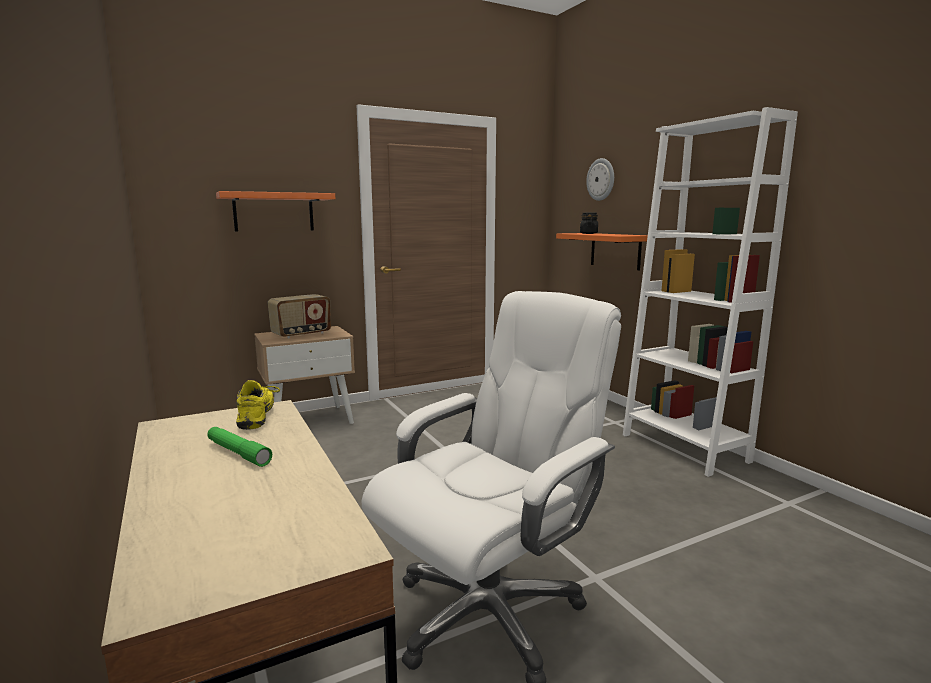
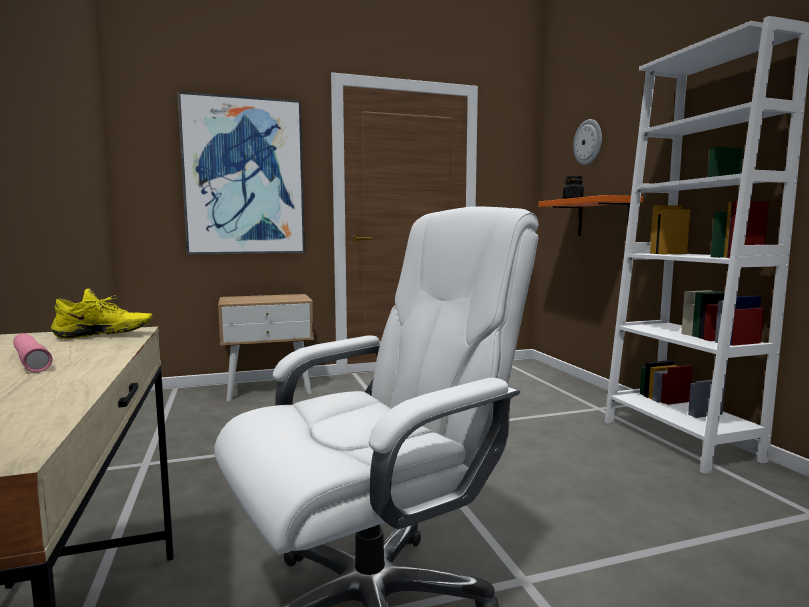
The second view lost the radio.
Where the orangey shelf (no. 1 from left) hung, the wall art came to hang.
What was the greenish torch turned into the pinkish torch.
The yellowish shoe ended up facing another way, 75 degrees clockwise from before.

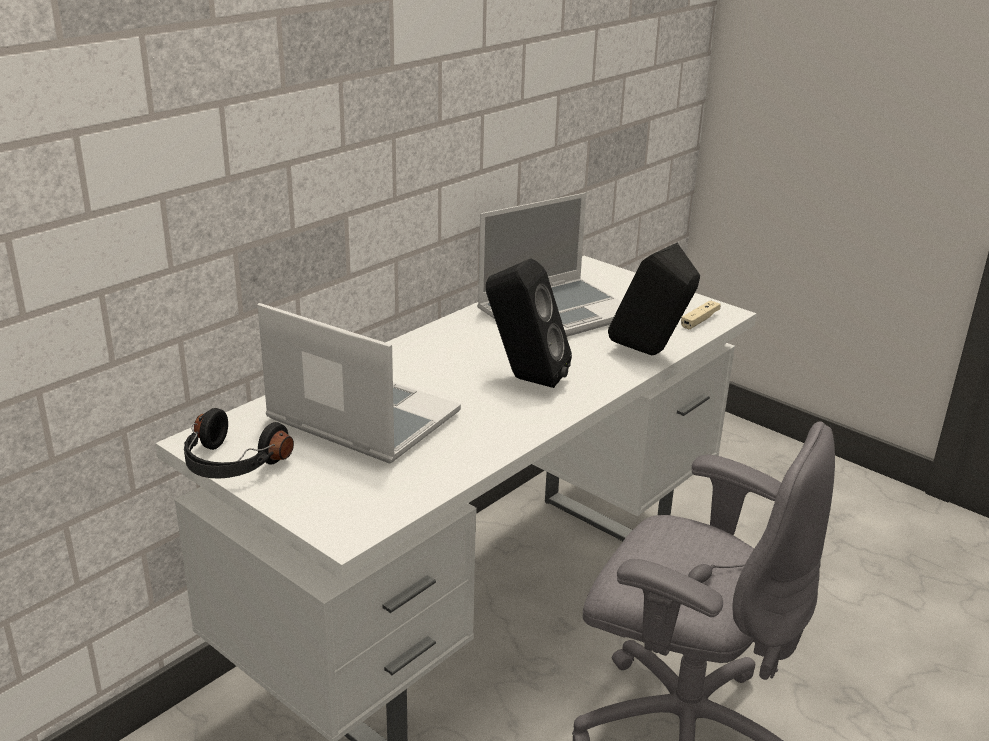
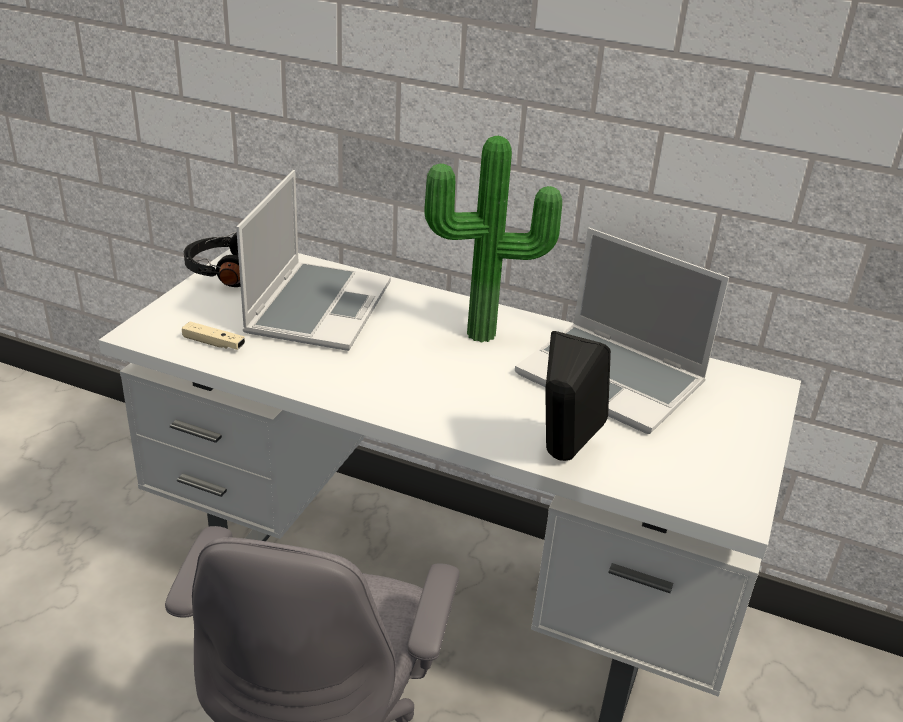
The second view lost the black audio speaker (no. 1 from left).
The second view gained the potted plant.
The sand-coloured gamepad ended up elsewhere.

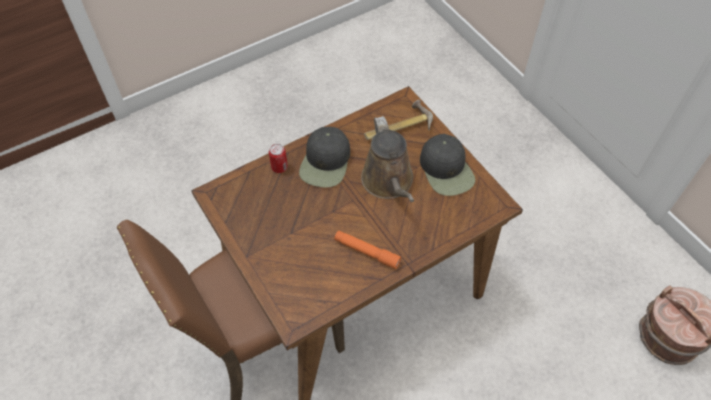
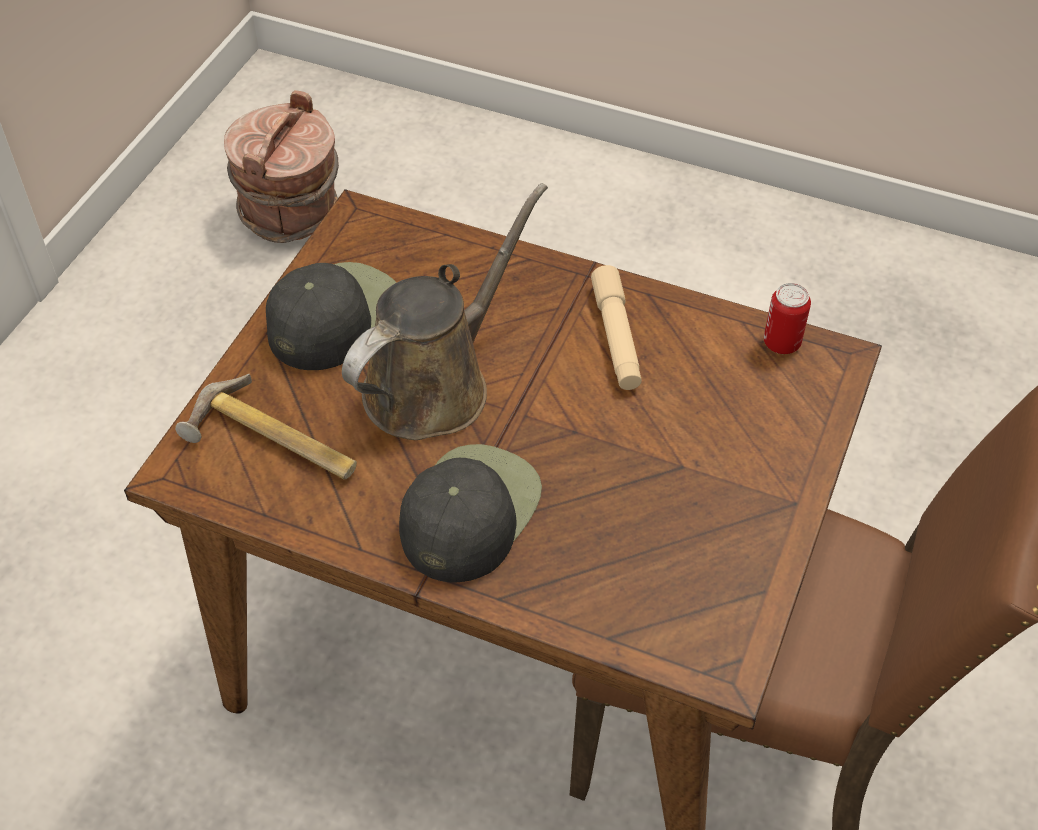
The metal can ended up elsewhere.
What was the orangey torch turned into the sand-coloured torch.
The black baseball cap (no. 1 from left in the first image) ended up facing another way, 45 degrees counterclockwise from before.

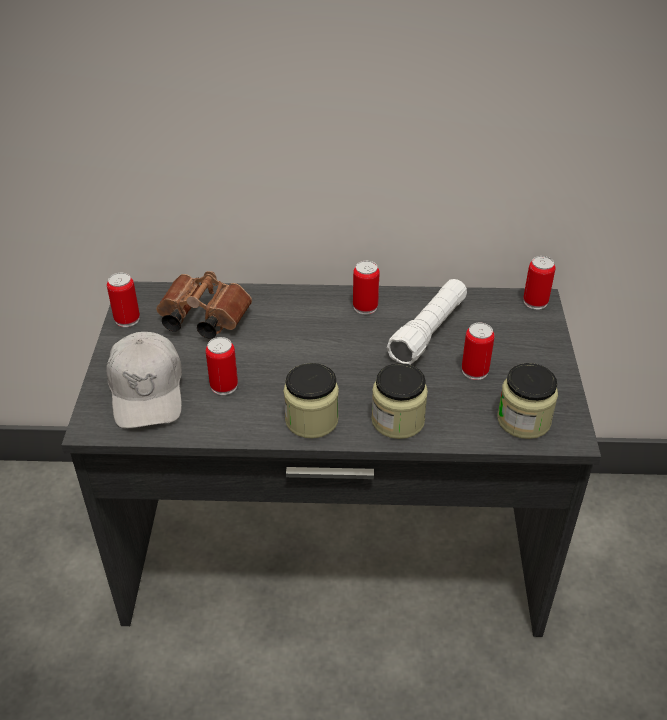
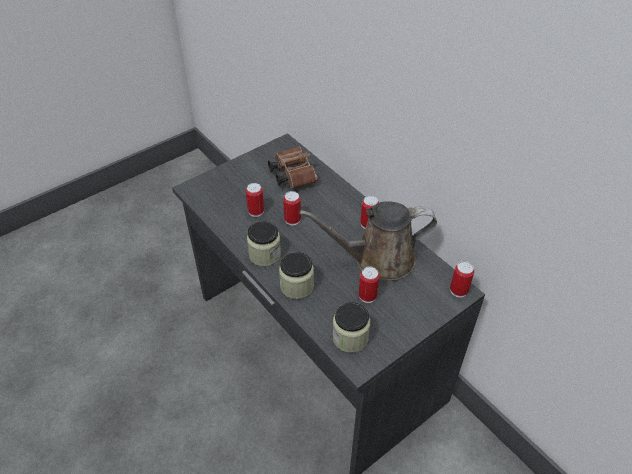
The second view lost the white baseball cap.
The metal can (no. 1 from left in the first image) ended up elsewhere.
Where the white torch stood, the brownish watering can came to stand.

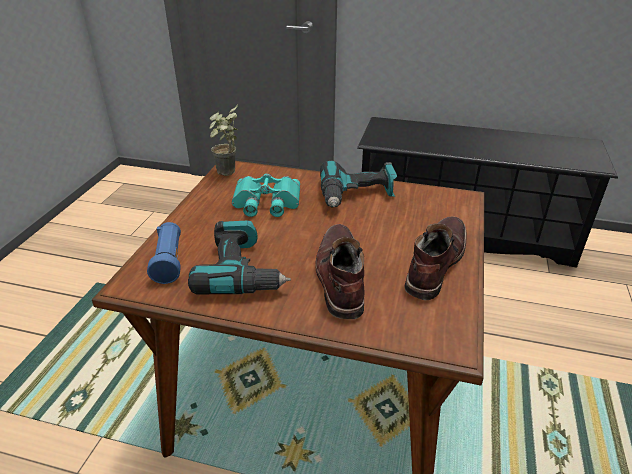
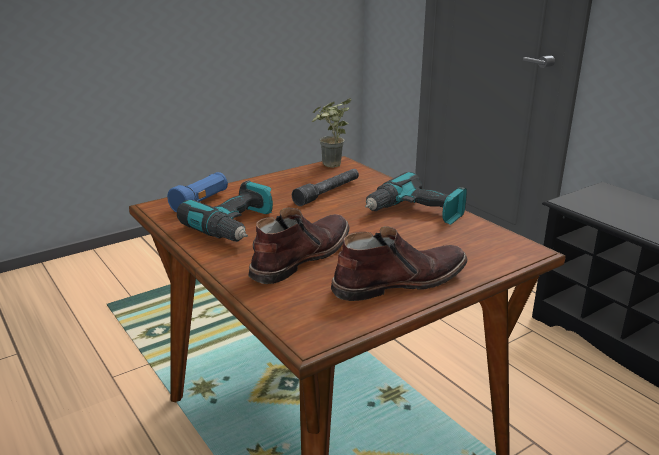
Where the blue-green field glasses stood, the grey torch came to stand.

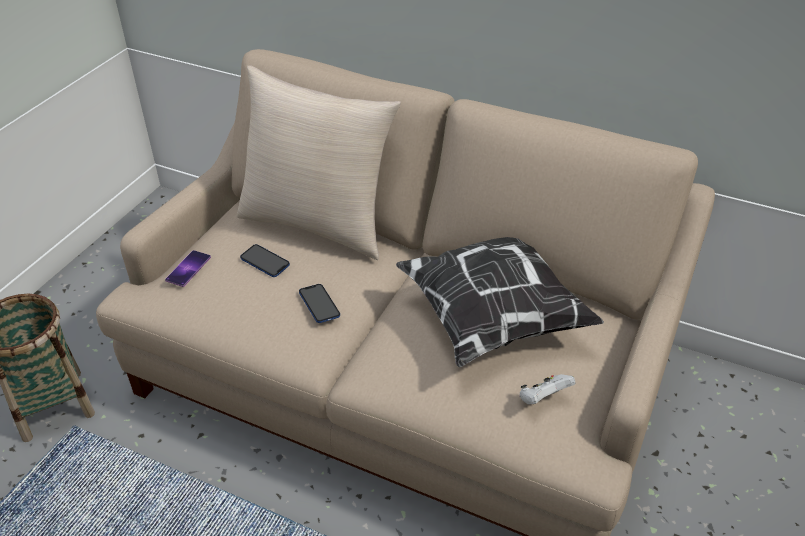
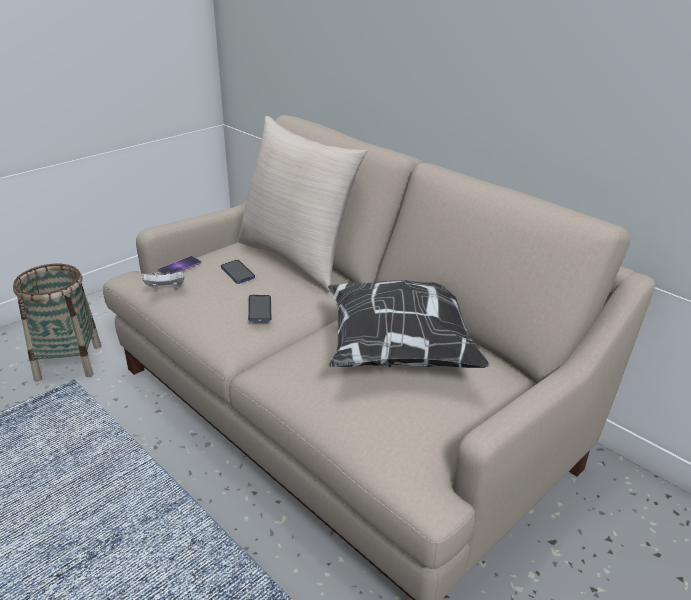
The white gamepad ended up elsewhere.

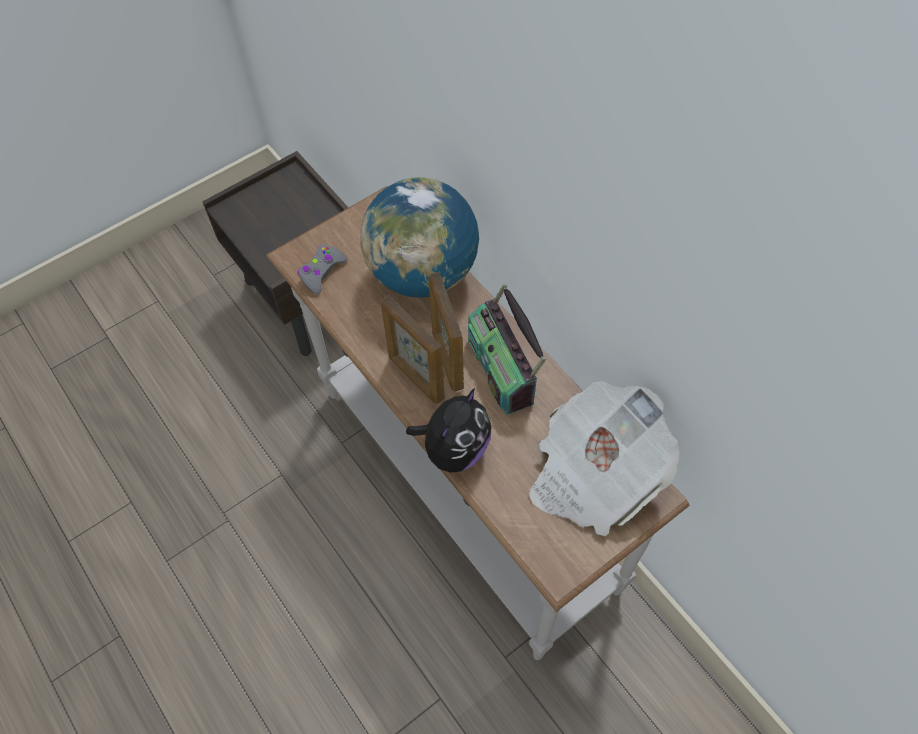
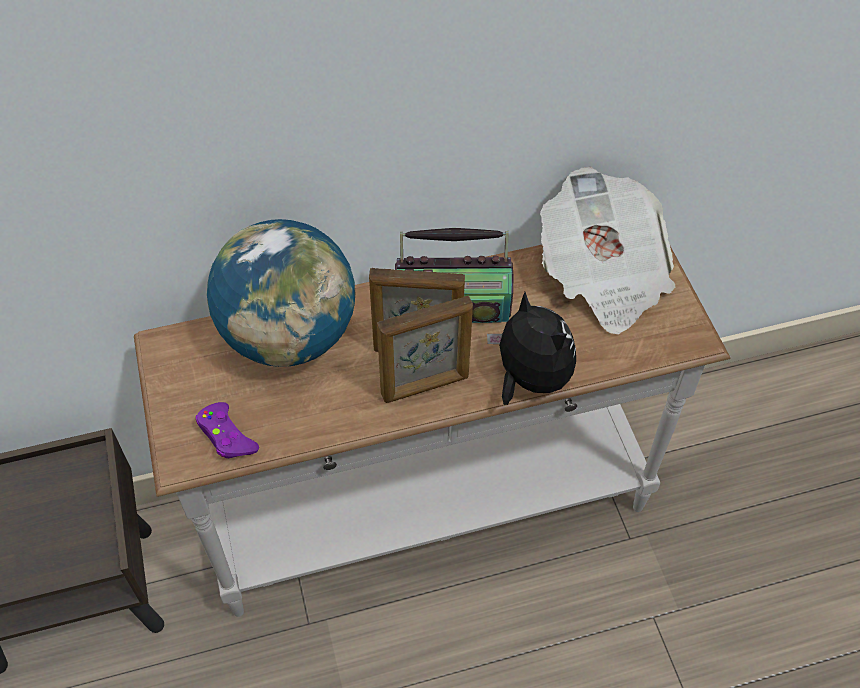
What was the grey gamepad turned into the purplish gamepad.

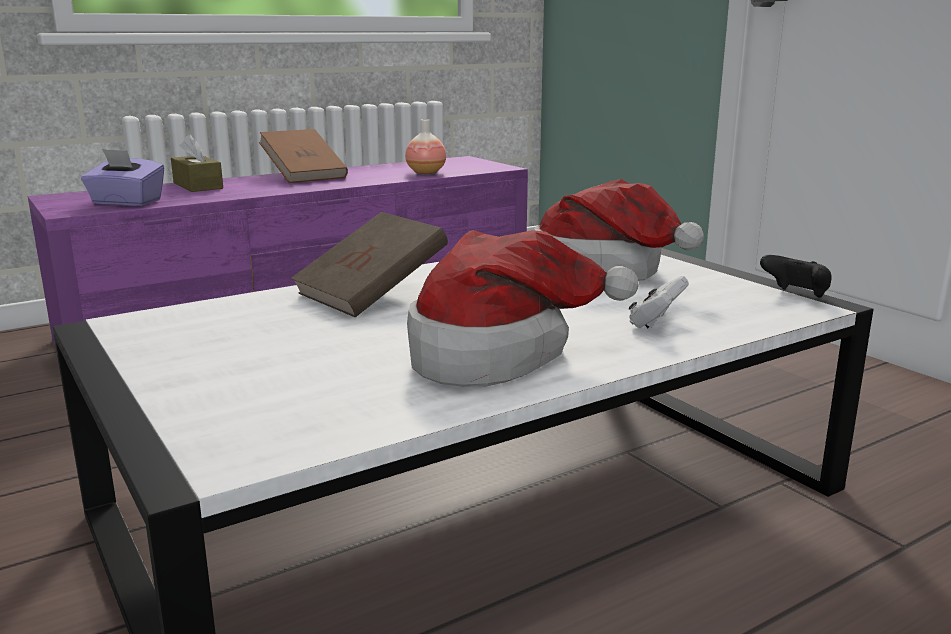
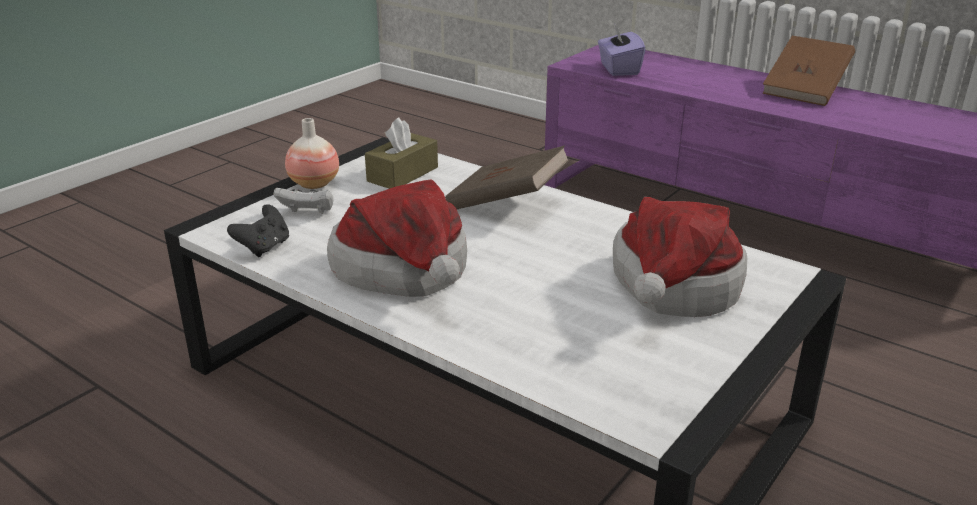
The brownish box of tissues ended up elsewhere.
The decorative vase ended up elsewhere.
The white gamepad ended up elsewhere.
The black gamepad ended up elsewhere.

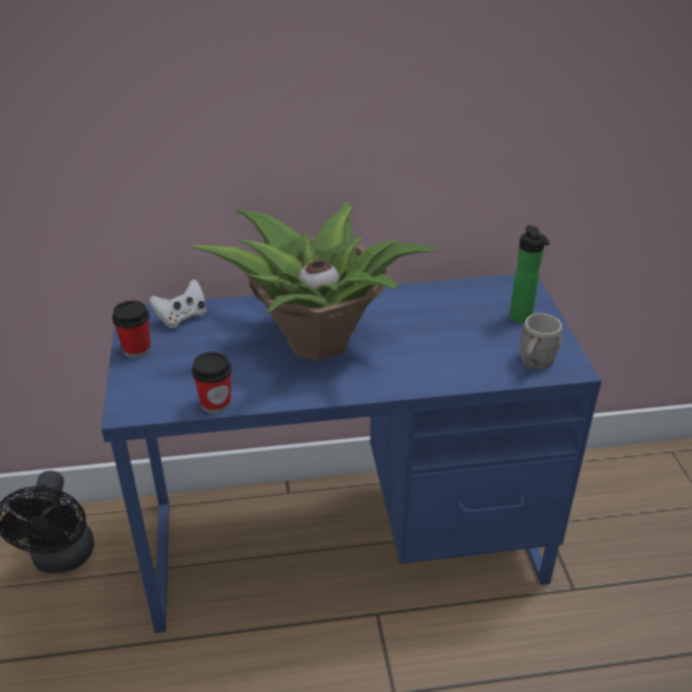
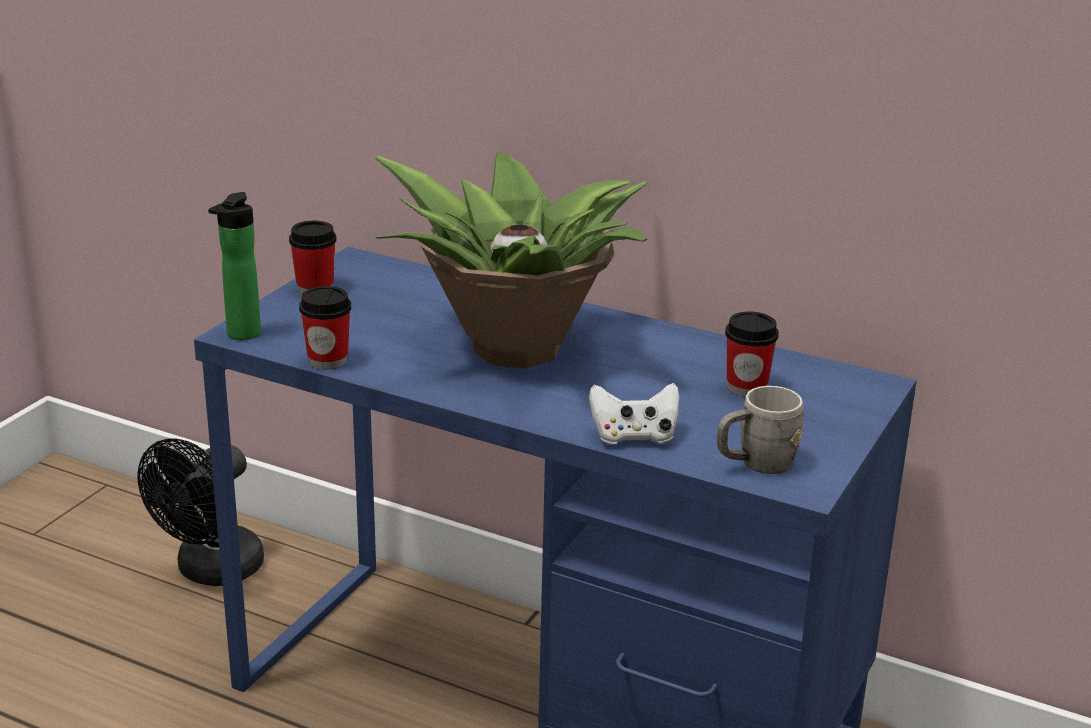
The second view gained the drinking cup (no. 3 from left).
The white gamepad ended up elsewhere.
The beverage bottle ended up elsewhere.

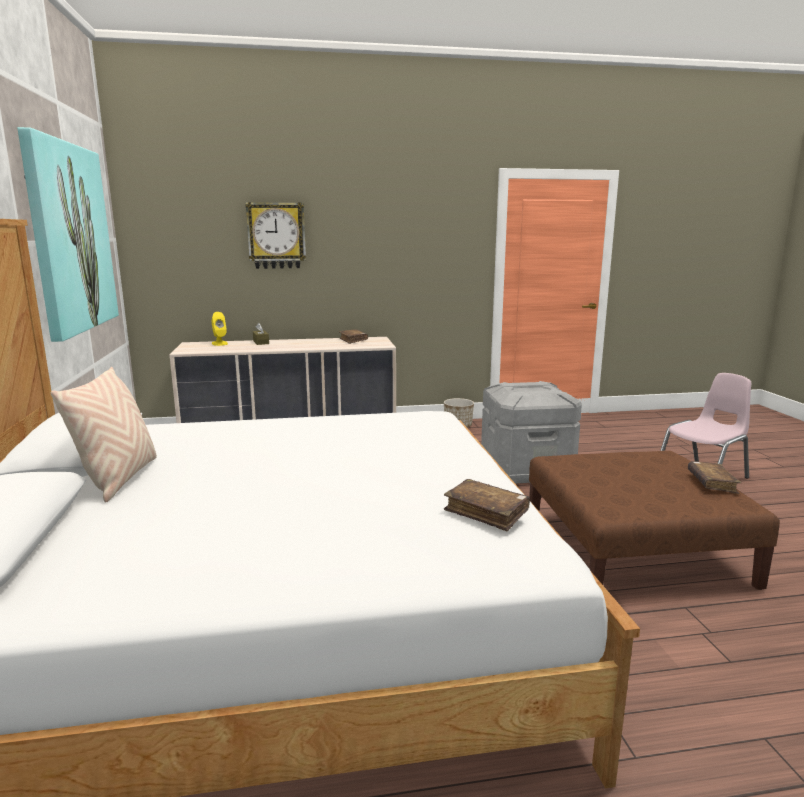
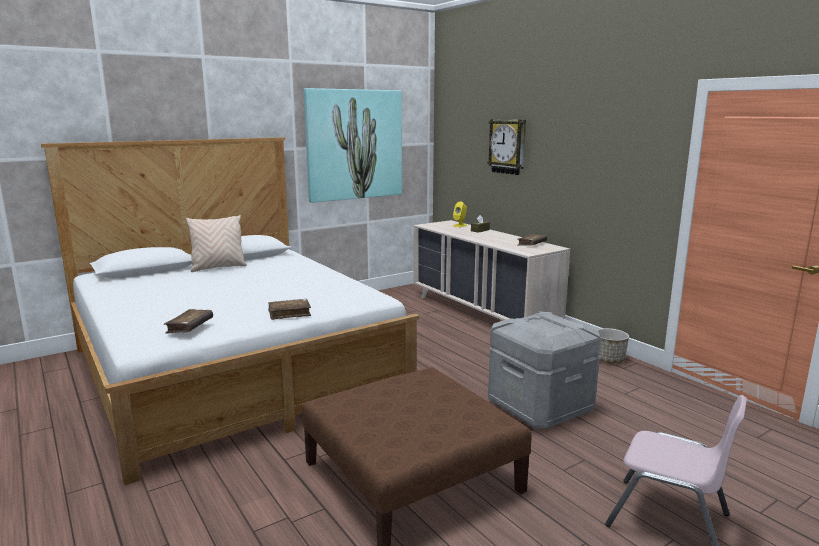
The brownish bound book (no. 3 from left in the first image) ended up elsewhere.

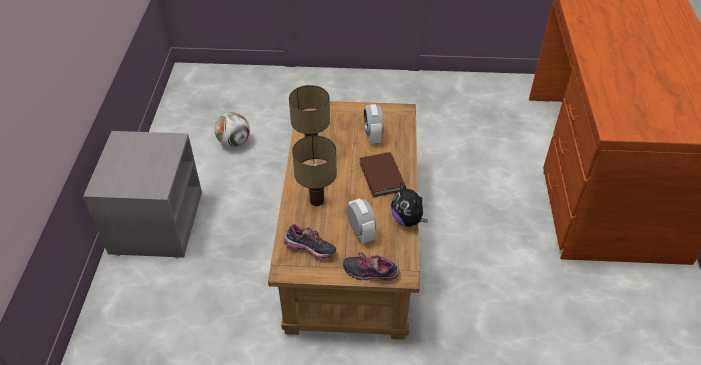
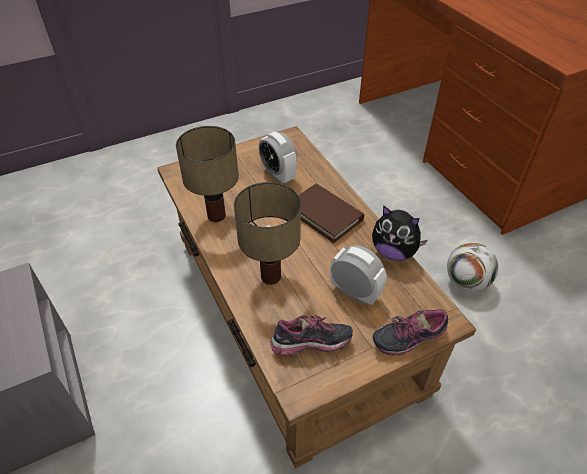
The football ended up elsewhere.

